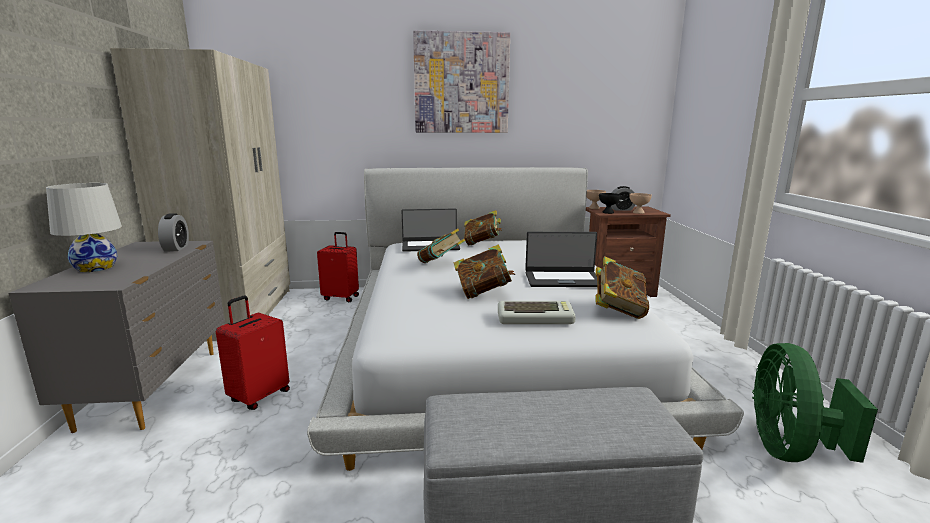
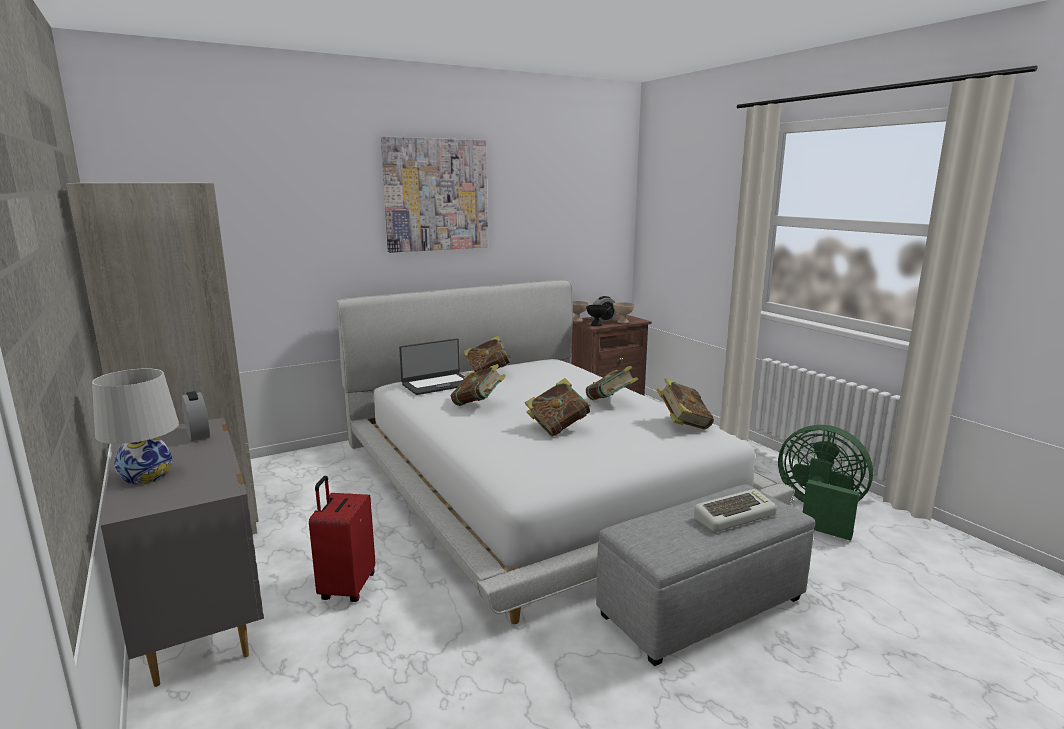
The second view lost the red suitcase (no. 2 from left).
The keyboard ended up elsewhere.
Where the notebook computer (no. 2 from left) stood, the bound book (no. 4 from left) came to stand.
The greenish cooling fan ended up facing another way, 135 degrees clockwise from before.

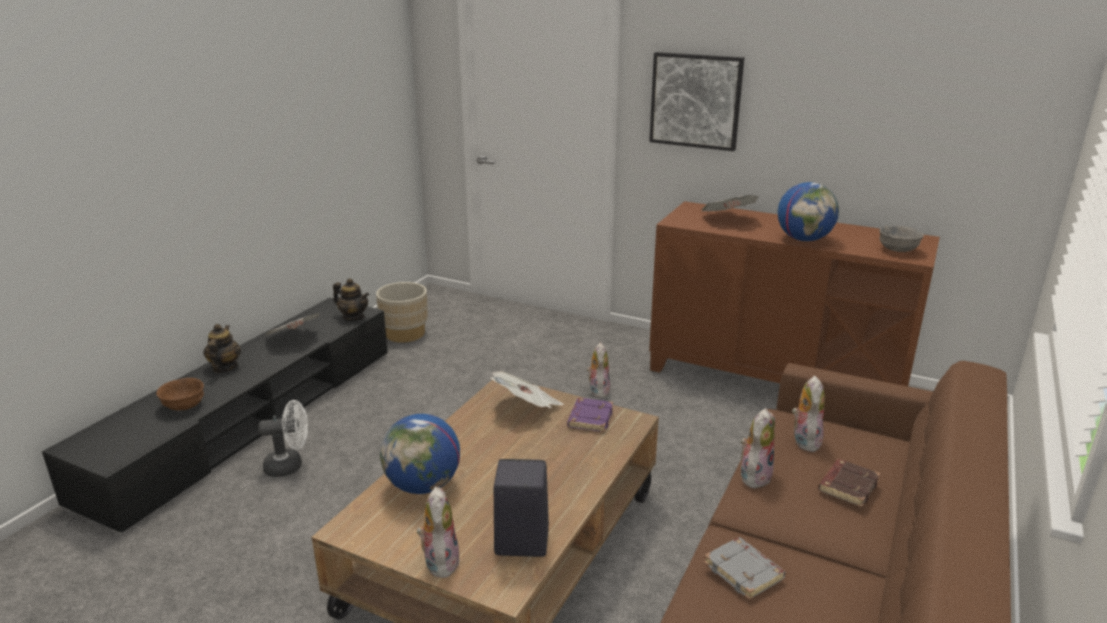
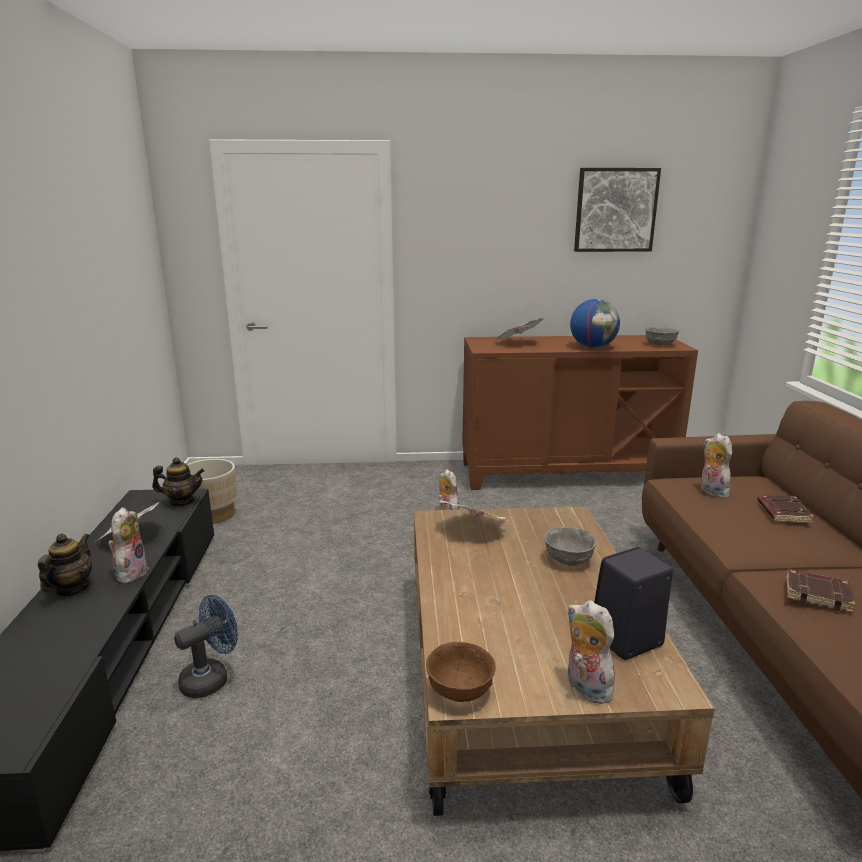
The second view lost the world globe (no. 1 from left).
The second view lost the purplish bound book.
The second view gained the grey bowl (no. 1 from left).
The brownish bowl ended up elsewhere.
The wall art ended up elsewhere.
The cuddly toy (no. 3 from left in the first image) ended up elsewhere.
What was the white cooling fan turned into the bluish cooling fan.
What was the grey bound book turned into the brownish bound book (no. 2 from left).
The tea pot (no. 1 from left) ended up facing another way, 45 degrees clockwise from before.

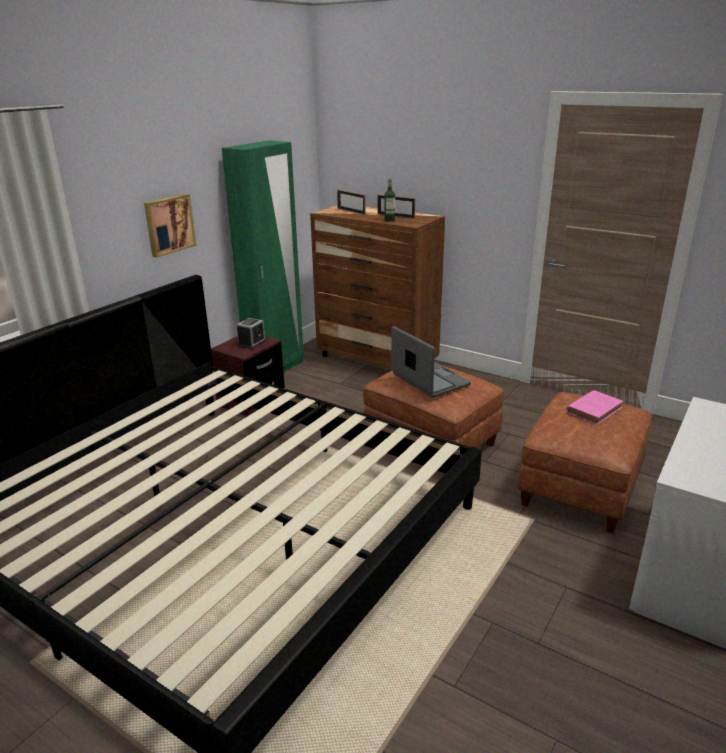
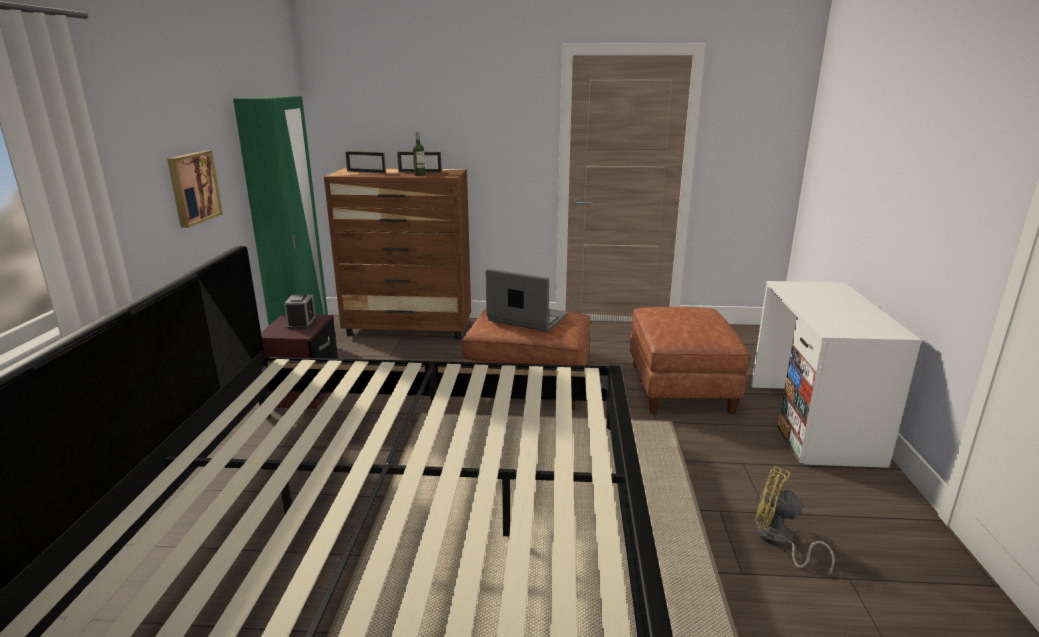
The second view lost the pinkish bound book.
The second view gained the yellowish cooling fan.

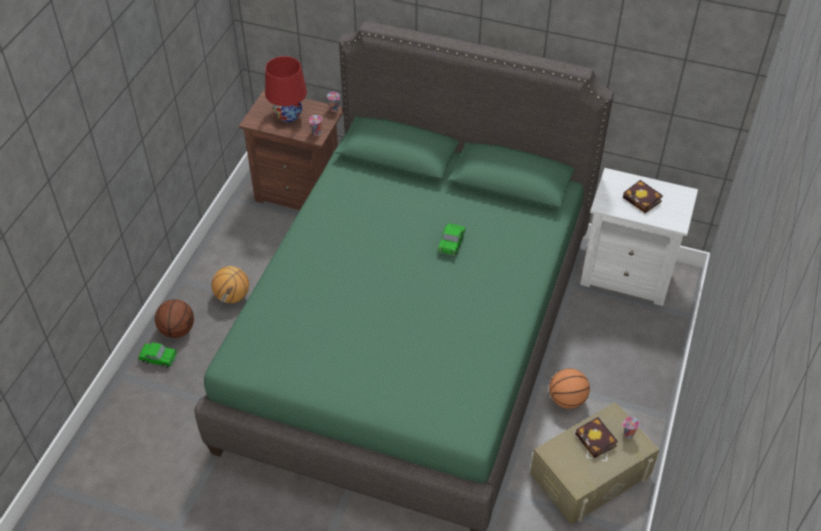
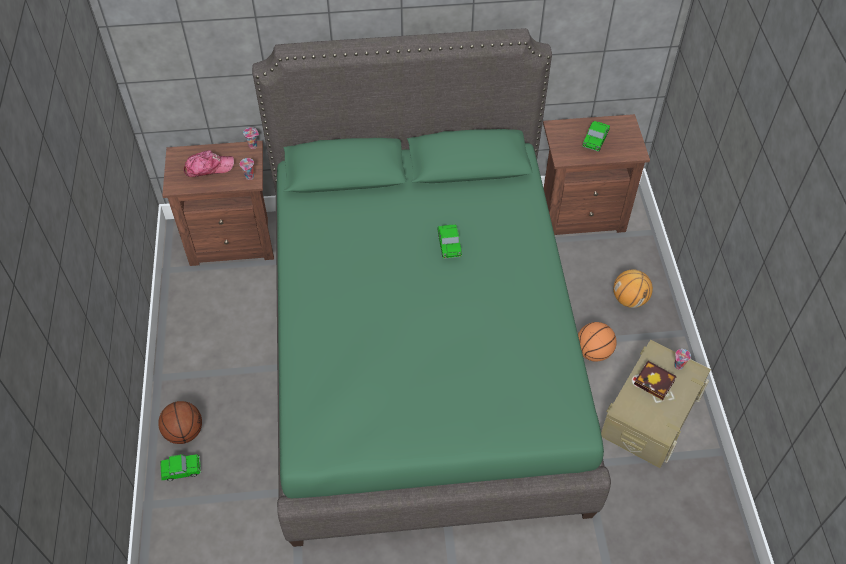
The basketball (no. 2 from left in the first image) ended up elsewhere.
Where the red lamp for a table stood, the baseball cap came to stand.
Where the bound book (no. 2 from left) stood, the toy car (no. 3 from left) came to stand.
What was the white night table turned into the brownish night table (no. 2 from left).

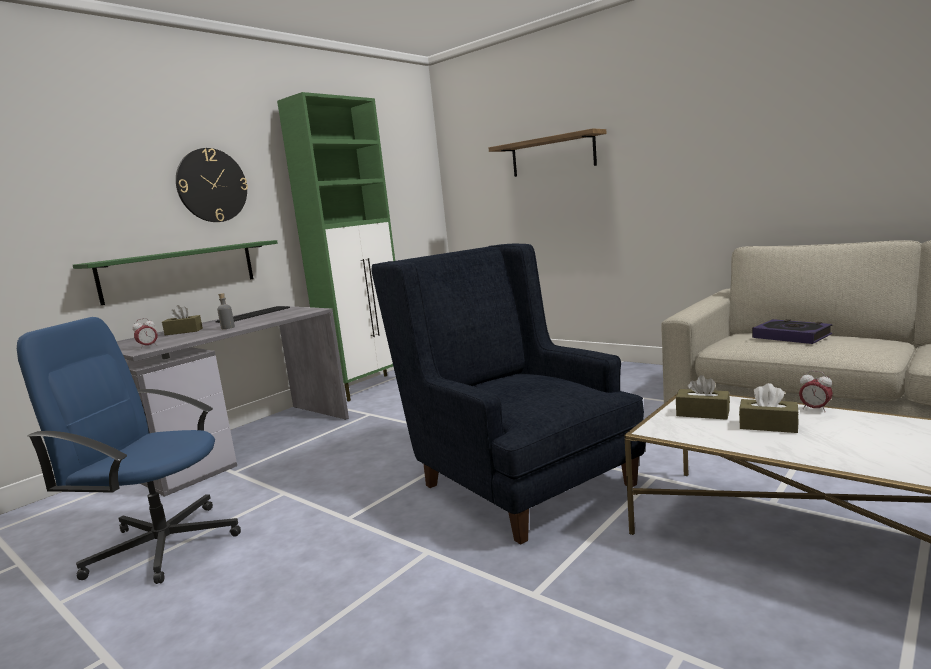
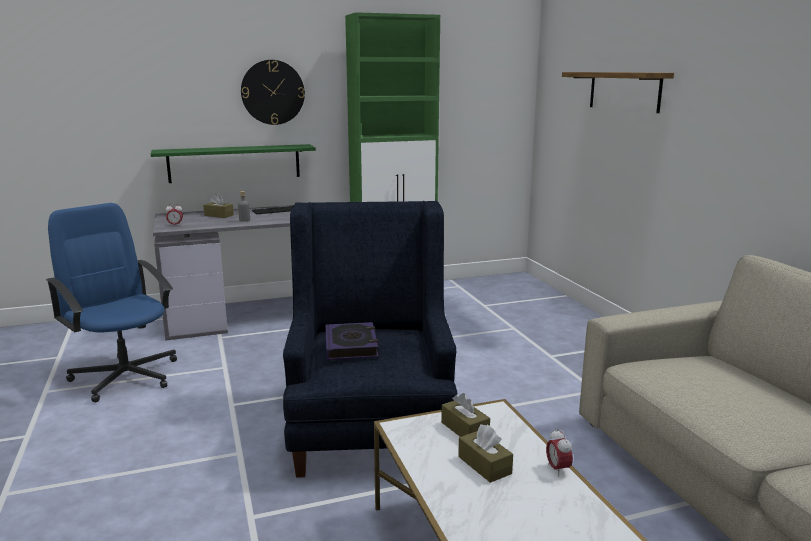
The bound book ended up elsewhere.

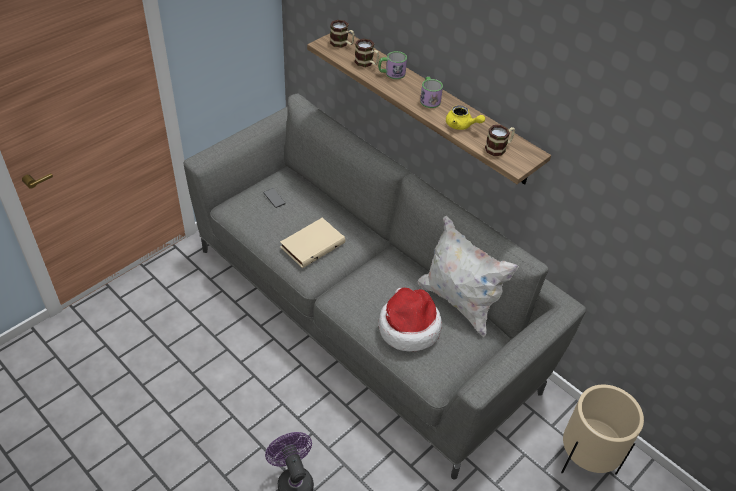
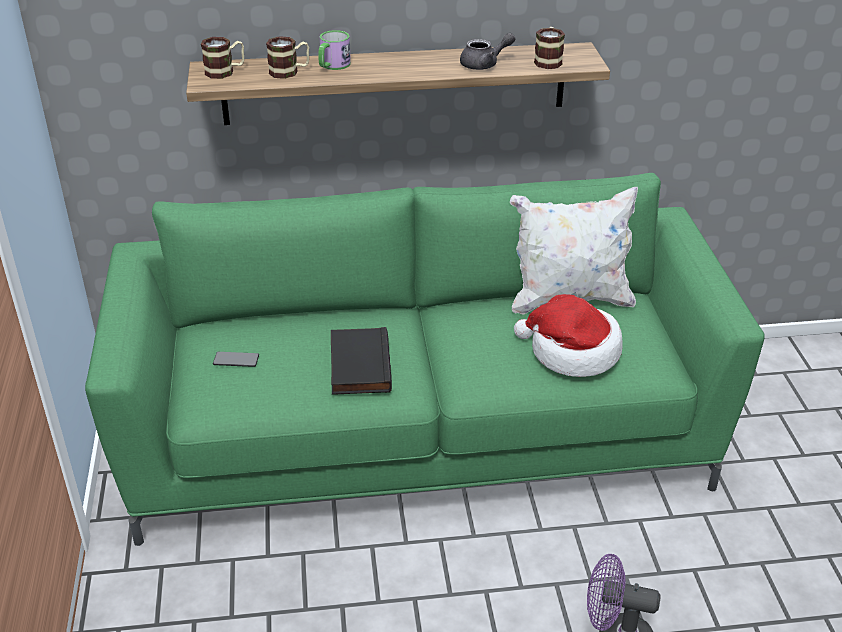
The second view lost the coffee mug (no. 4 from left).
The second view lost the sand-coloured planter.
What was the grey settee turned into the greenish settee.
What was the sand-coloured bound book turned into the black bound book.
What was the yellowish tea pot turned into the grey tea pot.

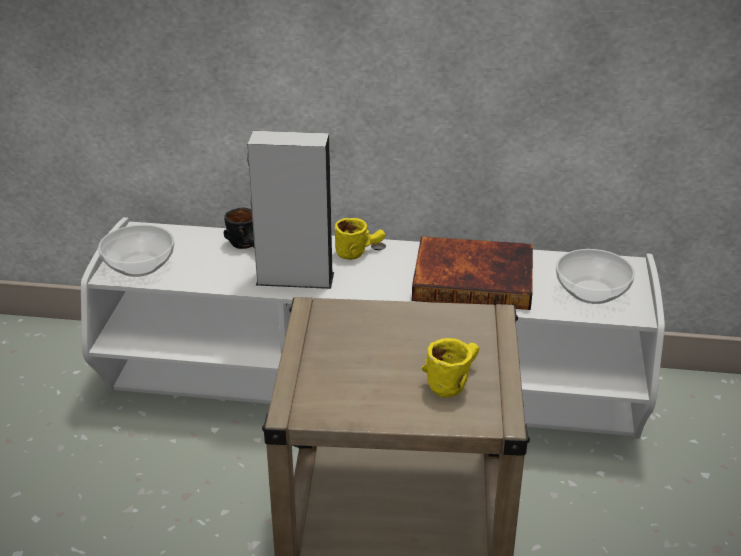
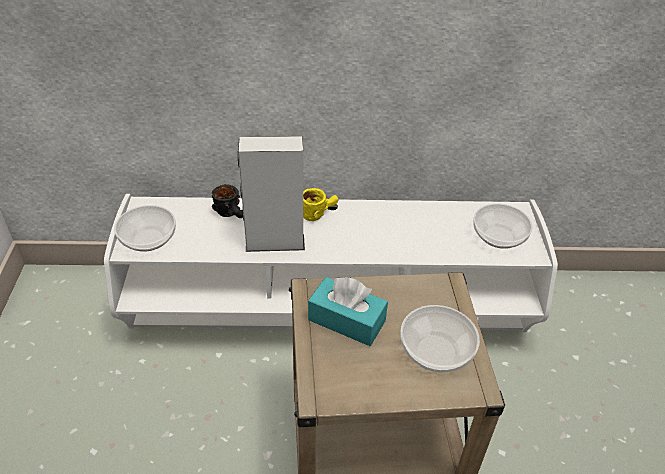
The second view lost the bound book.
The second view gained the blue-green box of tissues.
Where the yellowish coffee mug (no. 2 from left) stood, the bowl (no. 2 from left) came to stand.

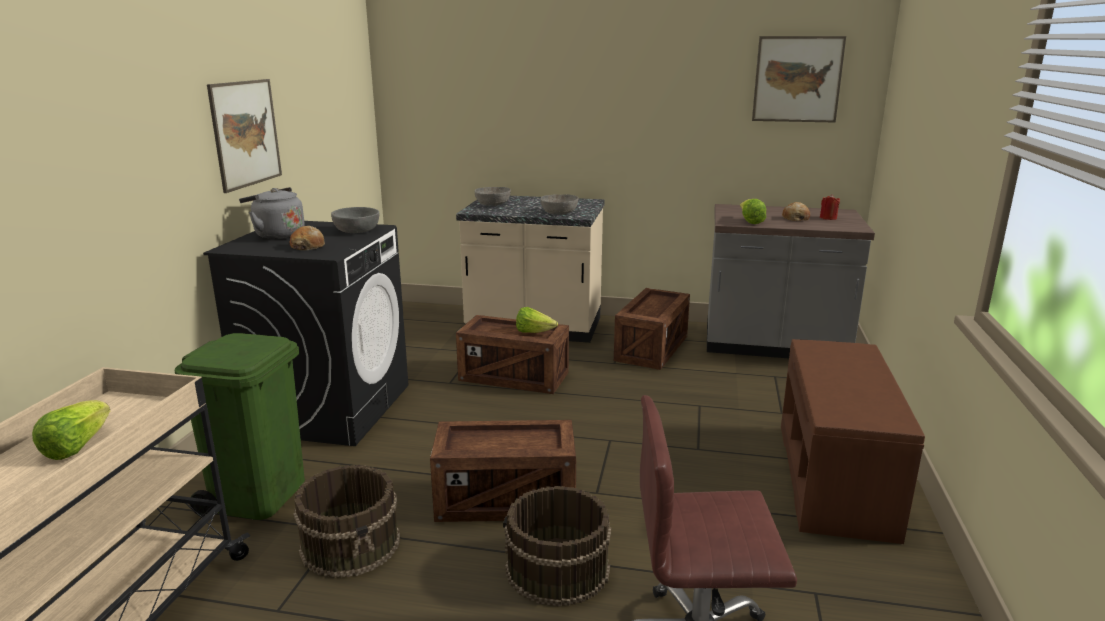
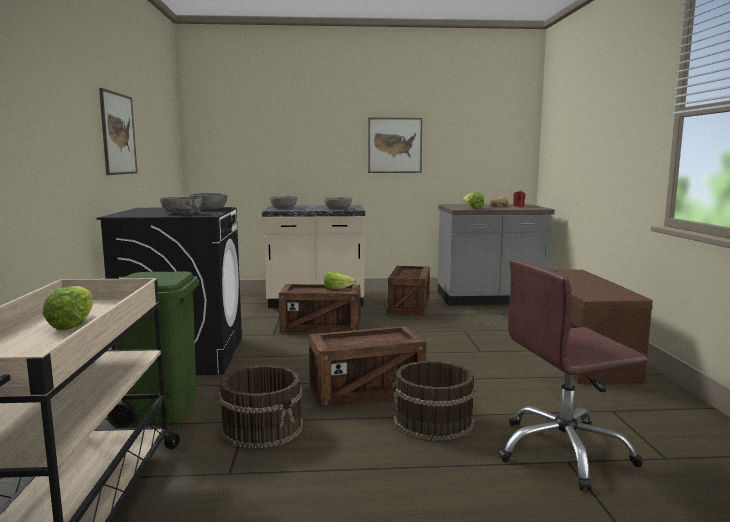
The second view lost the grey water kettle.
The wall art (no. 2 from left) ended up elsewhere.
Where the baked bread (no. 1 from left) stood, the grey bowl (no. 1 from left) came to stand.

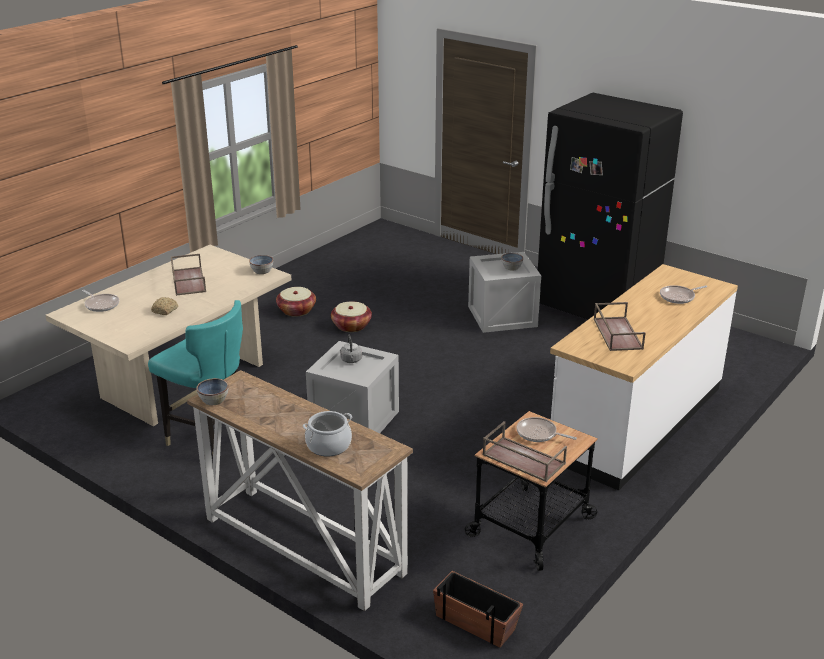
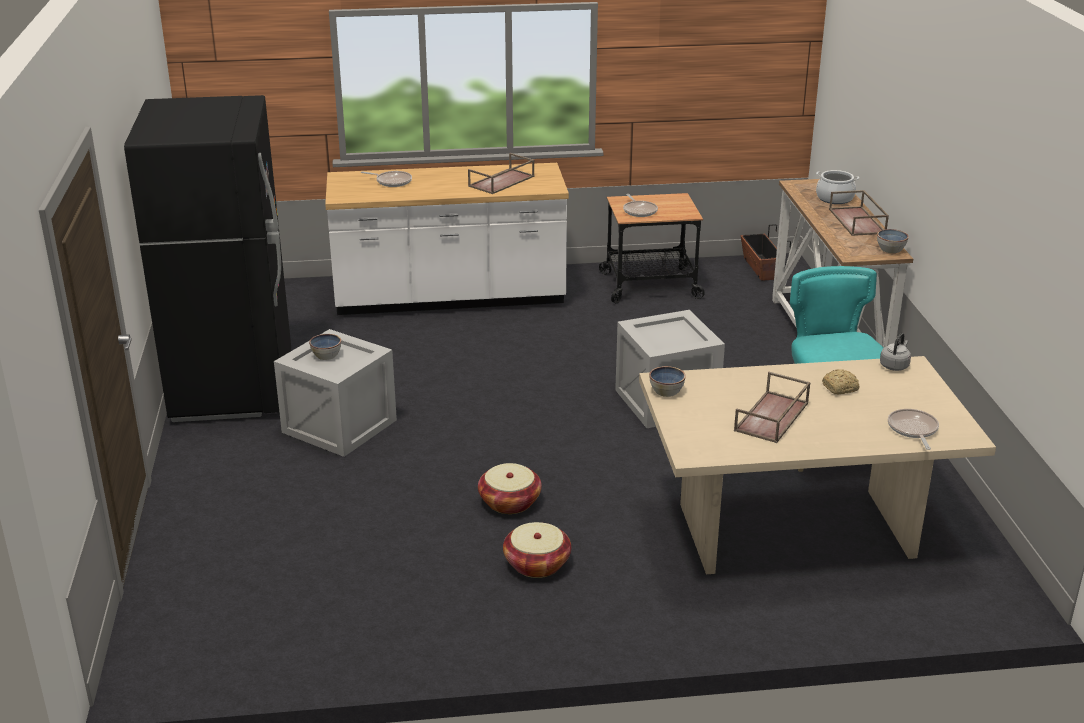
The grey water kettle ended up elsewhere.
The brownish tray (no. 2 from left in the first image) ended up elsewhere.

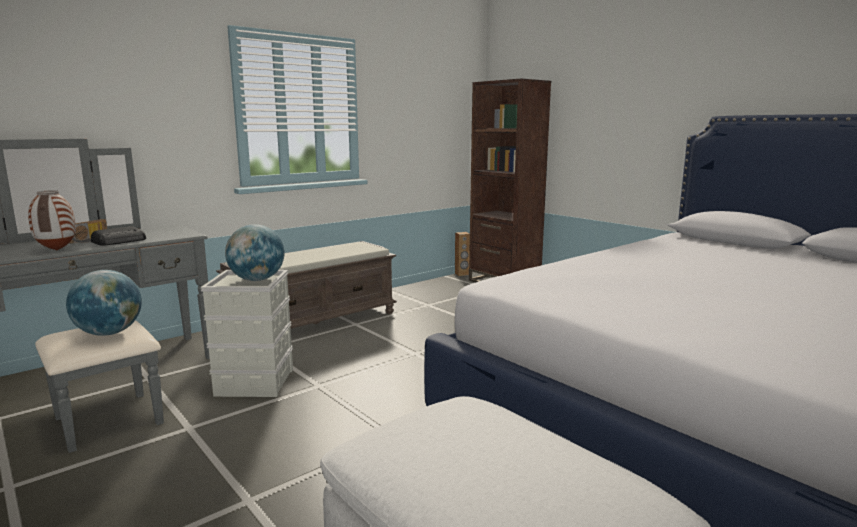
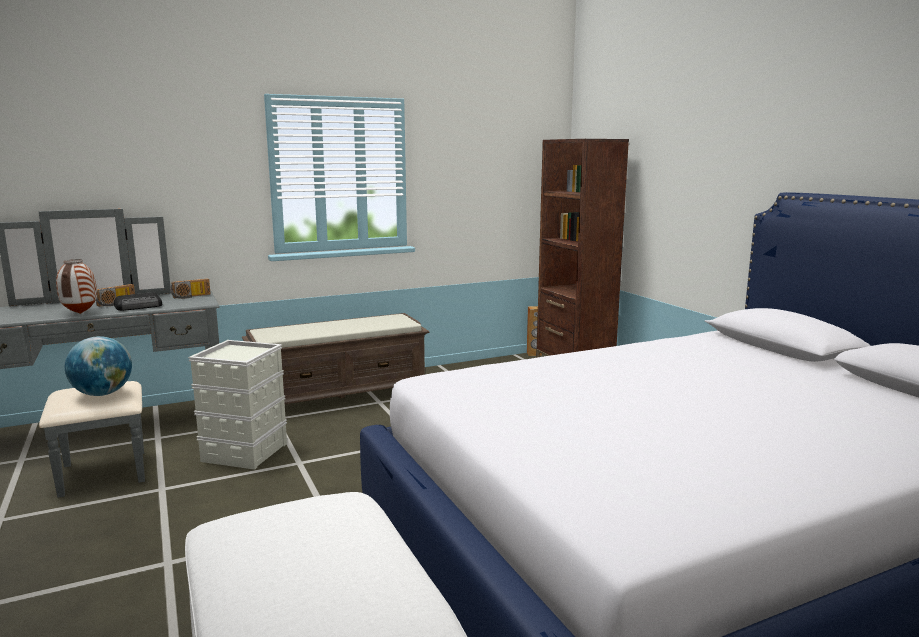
The second view lost the world globe (no. 2 from left).
The second view gained the radio (no. 3 from left).

